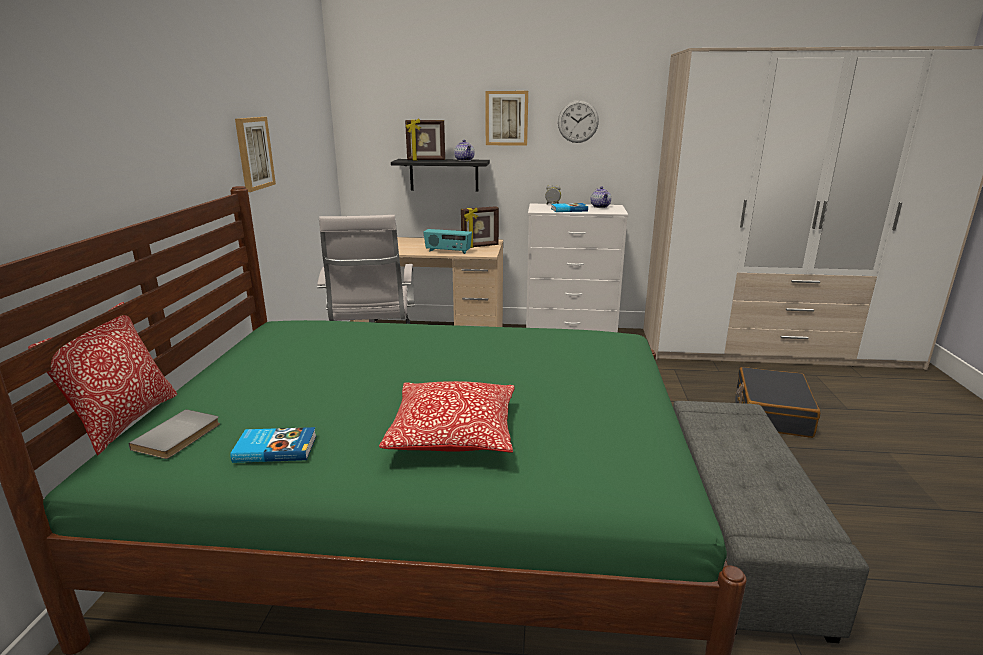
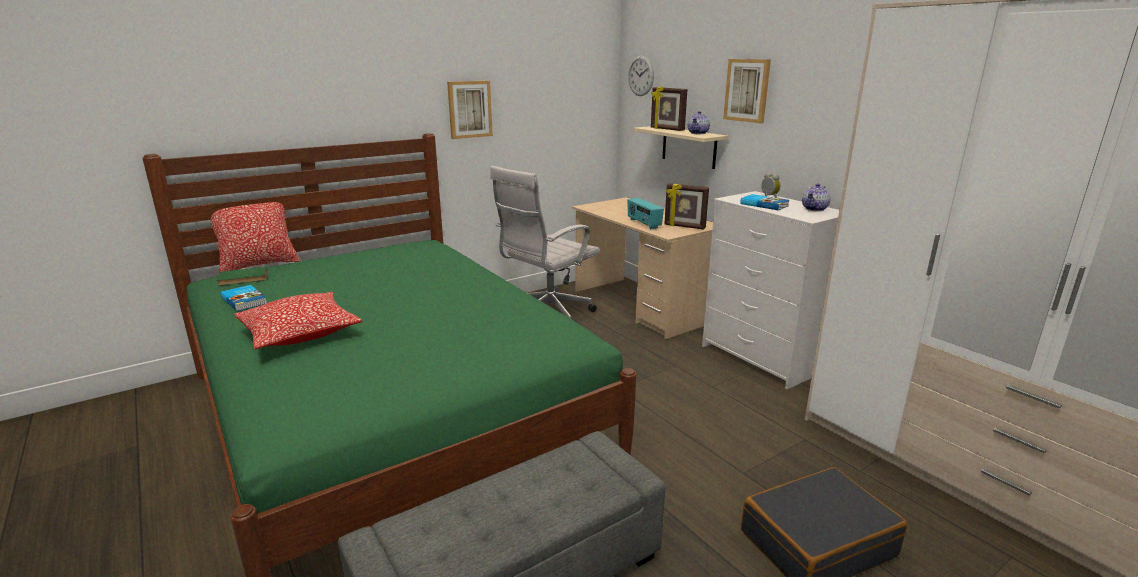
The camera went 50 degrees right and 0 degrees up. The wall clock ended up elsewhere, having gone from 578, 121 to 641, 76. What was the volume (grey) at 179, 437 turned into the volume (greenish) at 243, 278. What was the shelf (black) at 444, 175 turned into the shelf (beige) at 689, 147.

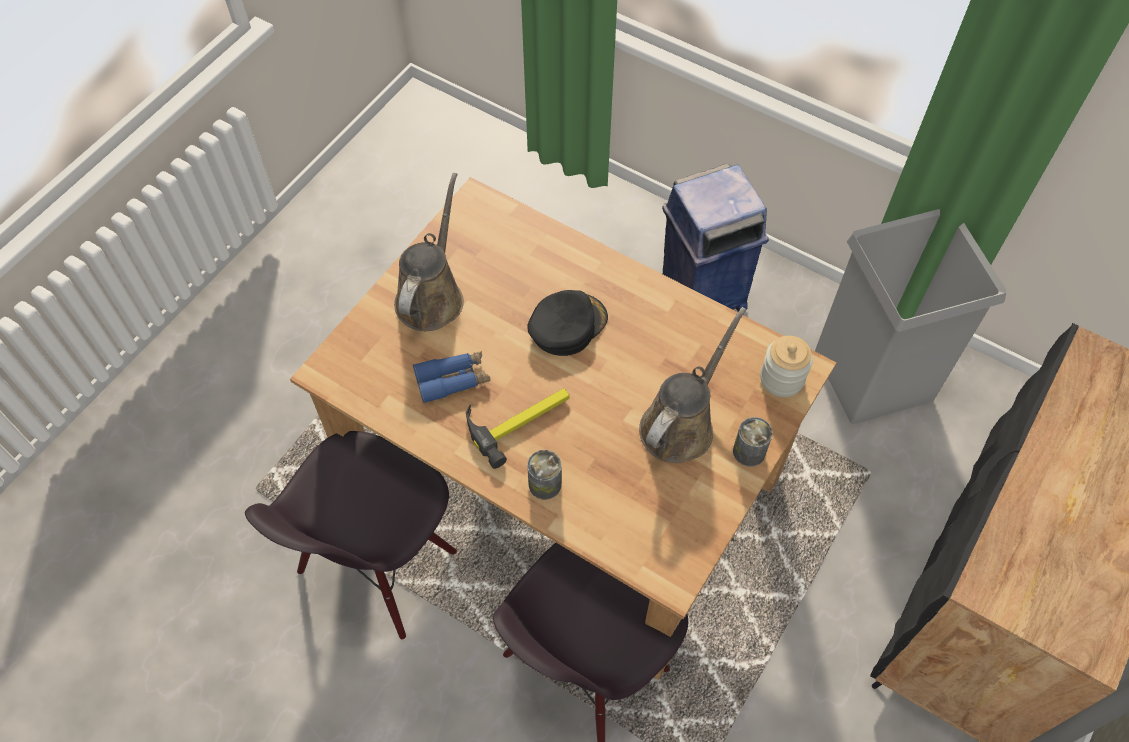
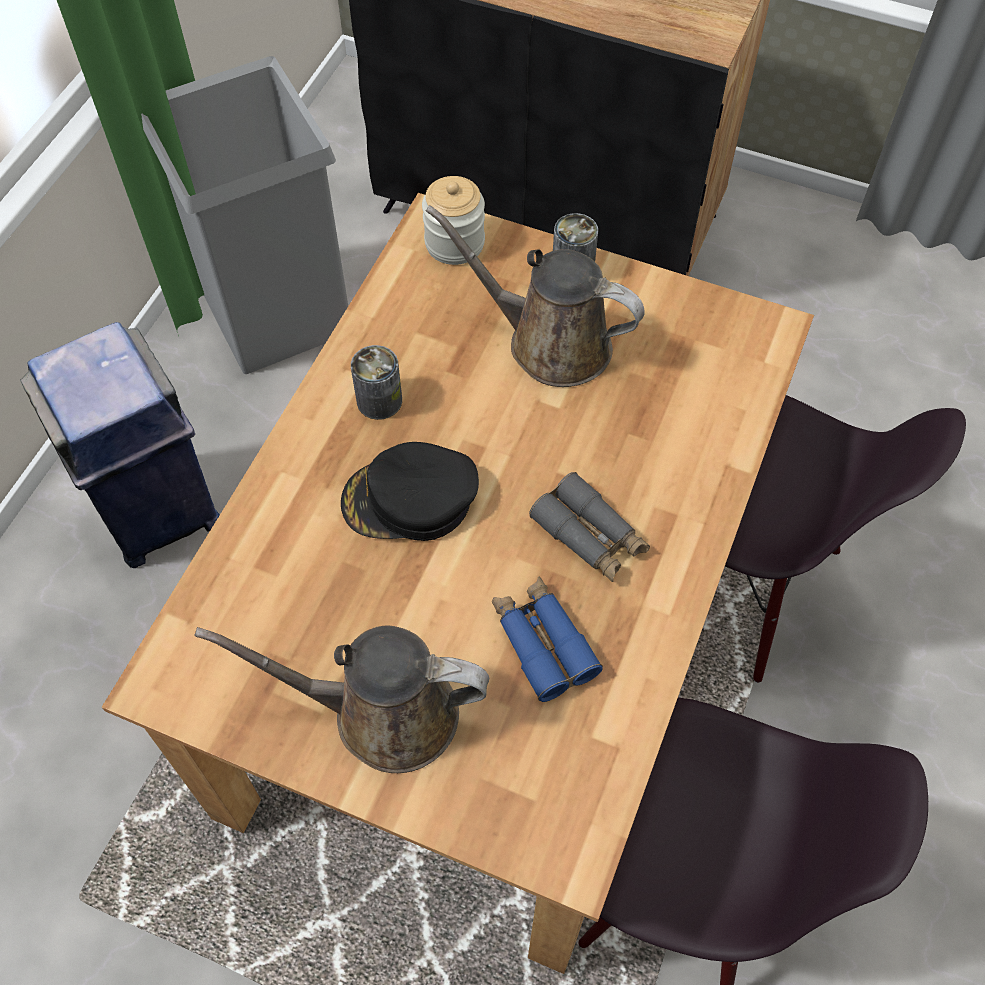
The camera went 100 degrees left and 0 degrees up. The sealed can ended up elsewhere, having gone from 545, 484 to 379, 400. Where the tool hammer stood at 519, 419, the field glasses (grey) came to stand at 589, 536. The peaked cap (black) at 567, 325 ended up facing another way, 45 degrees counterclockwise from before.

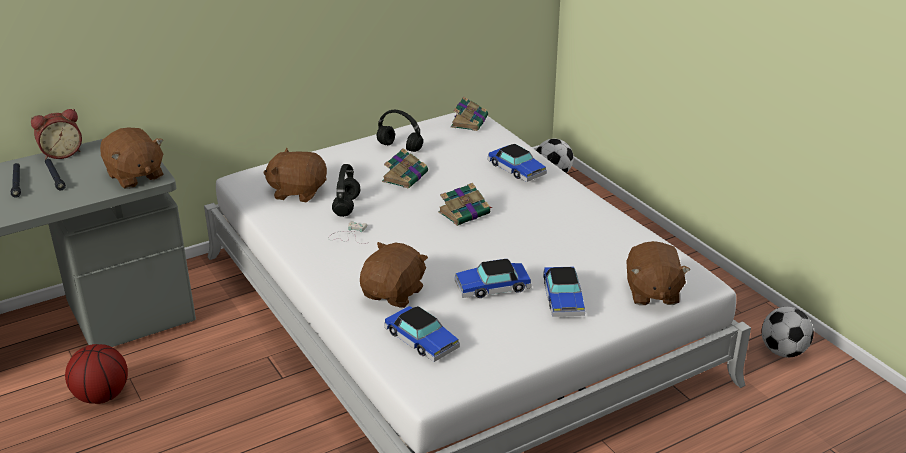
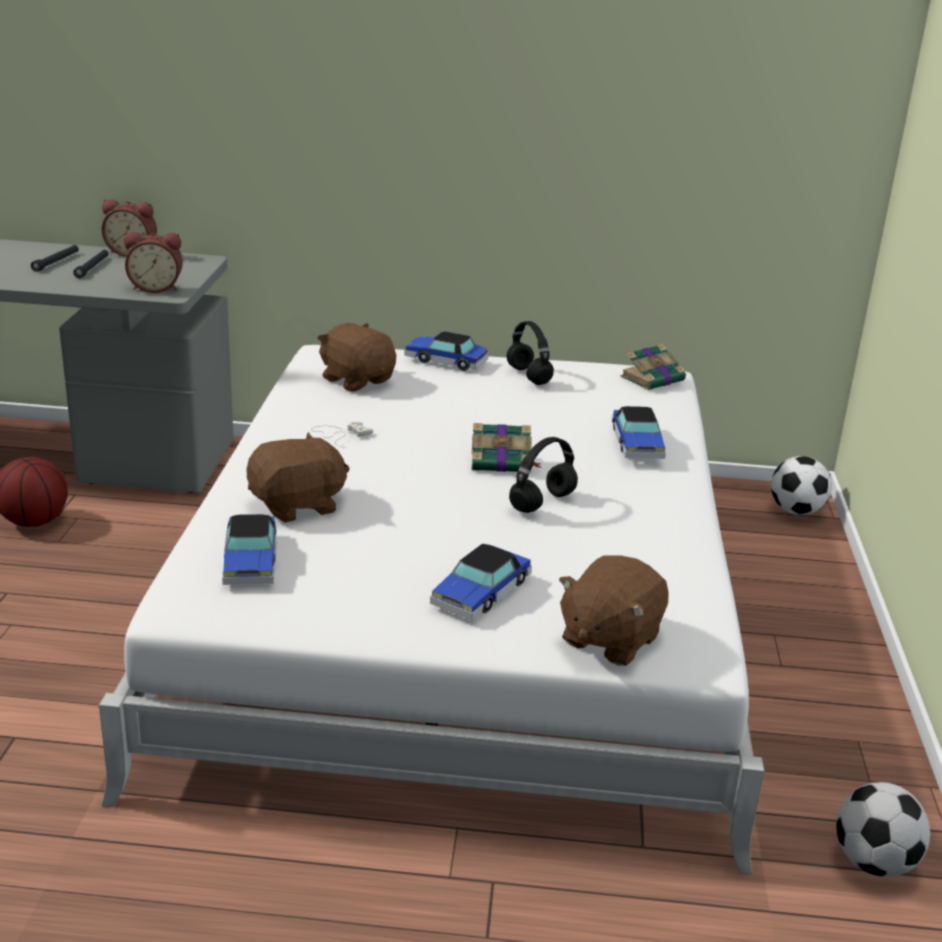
The camera went 35 degrees right and 5 degrees down. The second view lost the volume at 405, 176. The pair of headphones (black) ended up elsewhere, having gone from 347, 207 to 542, 503. The miniature car ended up elsewhere, having gone from 492, 287 to 446, 361. Where the plush toy (brown) stood at 135, 176, the table clock came to stand at 156, 288.

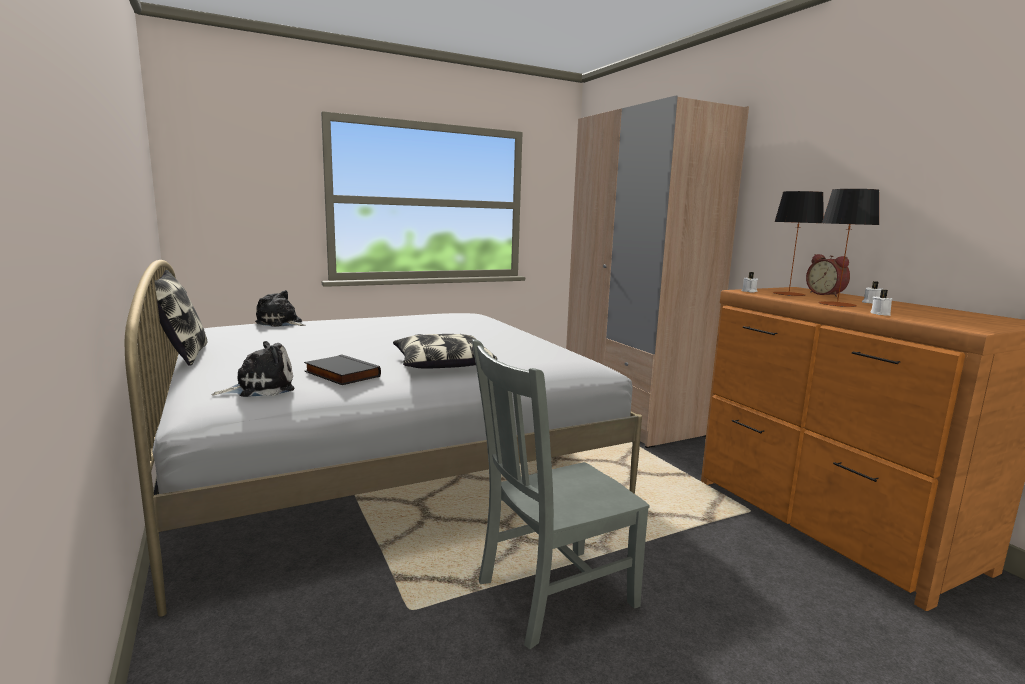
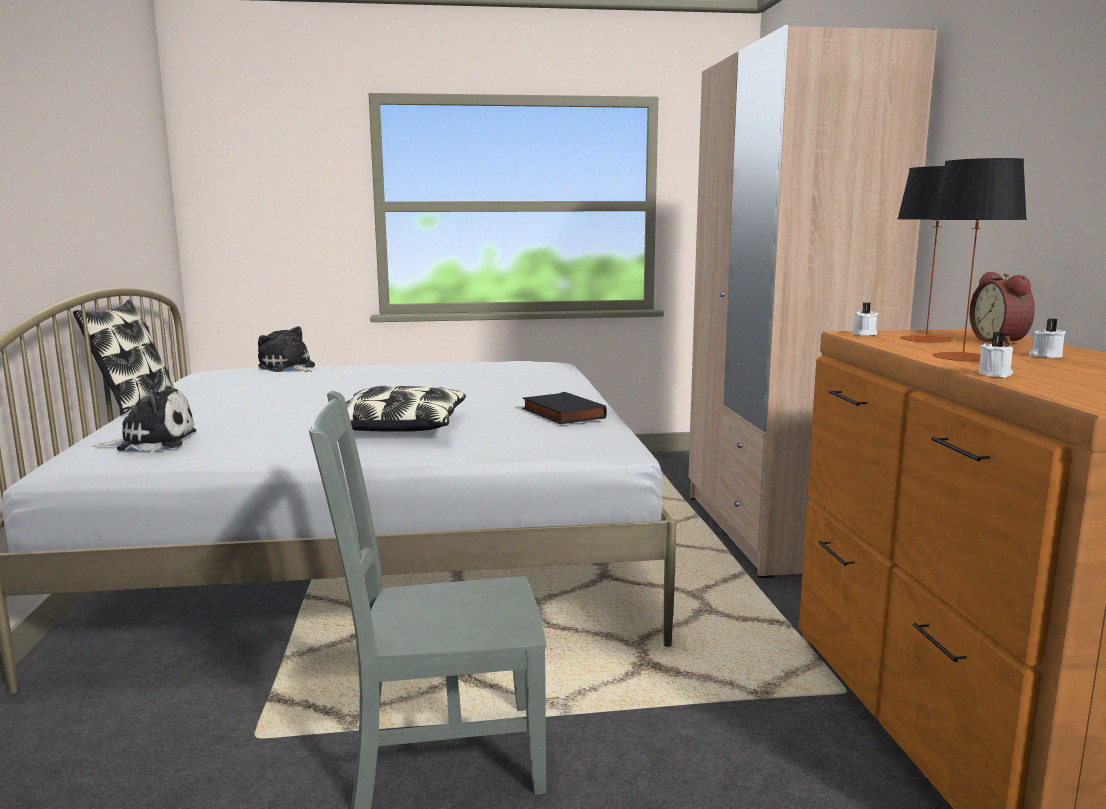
The camera went 20 degrees right and 0 degrees up. The volume (black) ended up elsewhere, having gone from 340, 374 to 561, 413.

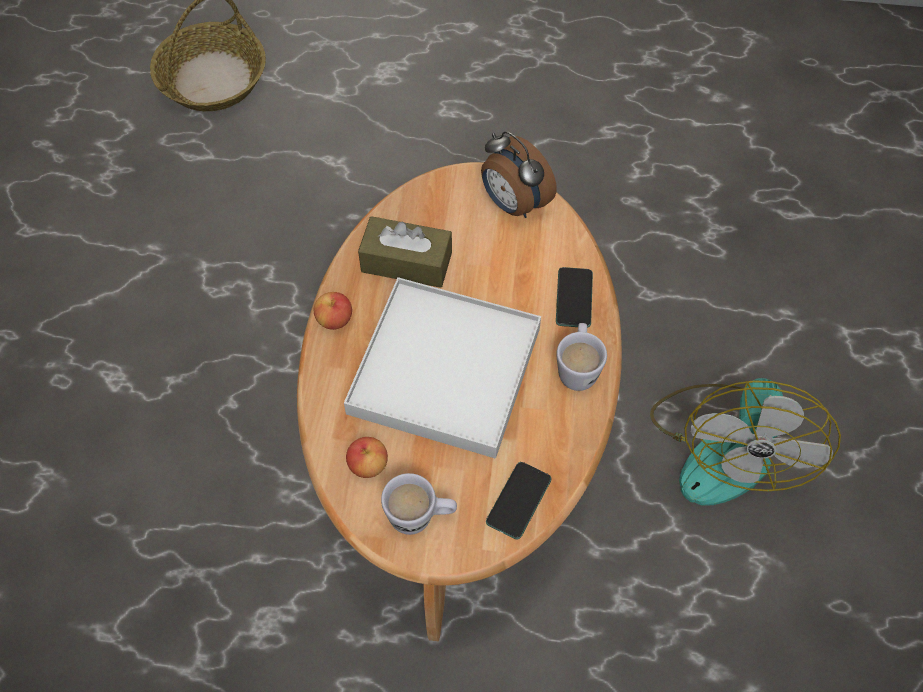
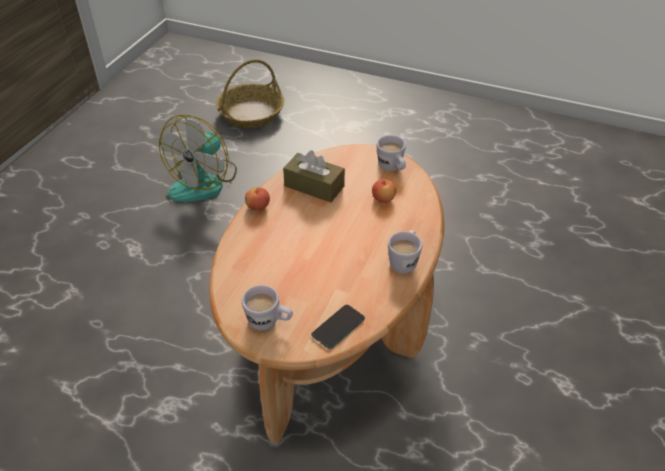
The camera went 15 degrees right and 15 degrees down. The second view lost the serving tray (white) at 445, 371. The second view lost the handset at 574, 298. The apple ended up elsewhere, having gone from 368, 465 to 383, 199. The electric fan ended up elsewhere, having gone from 726, 446 to 204, 181. Where the table clock stood at 513, 204, the mug (white) came to stand at 392, 169.

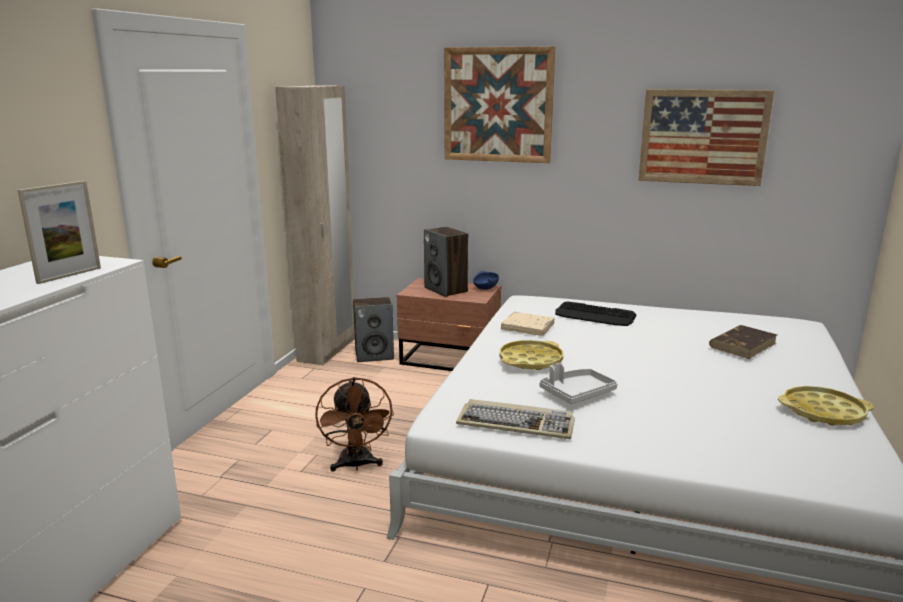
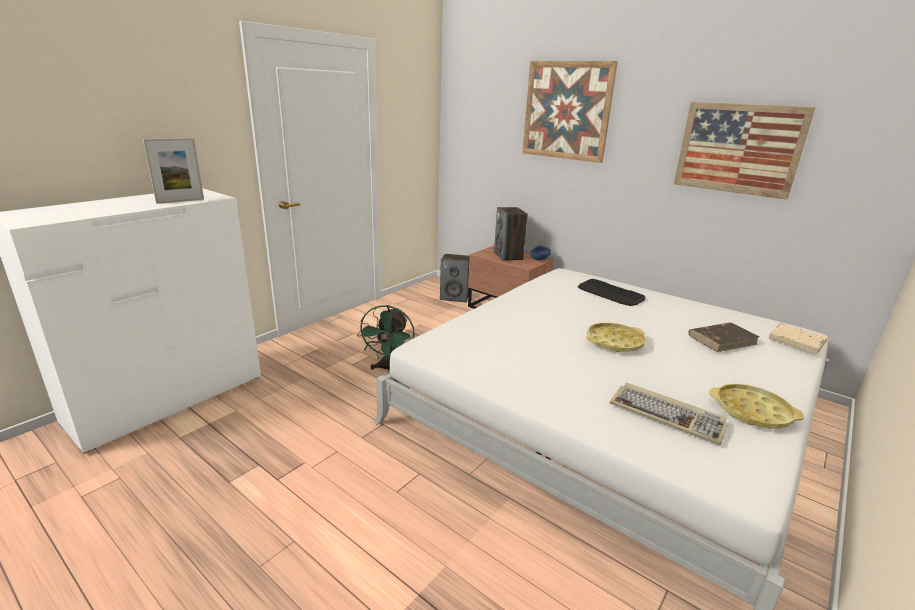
The camera went 20 degrees right and 5 degrees up. The second view lost the clothes cupboard (beige) at 328, 350. The second view lost the serving tray (grey) at 577, 393. The PC keyboard ended up elsewhere, having gone from 517, 423 to 667, 415. The serving tray (yellow) ended up elsewhere, having gone from 530, 361 to 614, 342. The volume (beige) ended up elsewhere, having gone from 527, 327 to 796, 341. What was the electric fan (brown) at 356, 465 turned into the electric fan (greenish) at 389, 369.

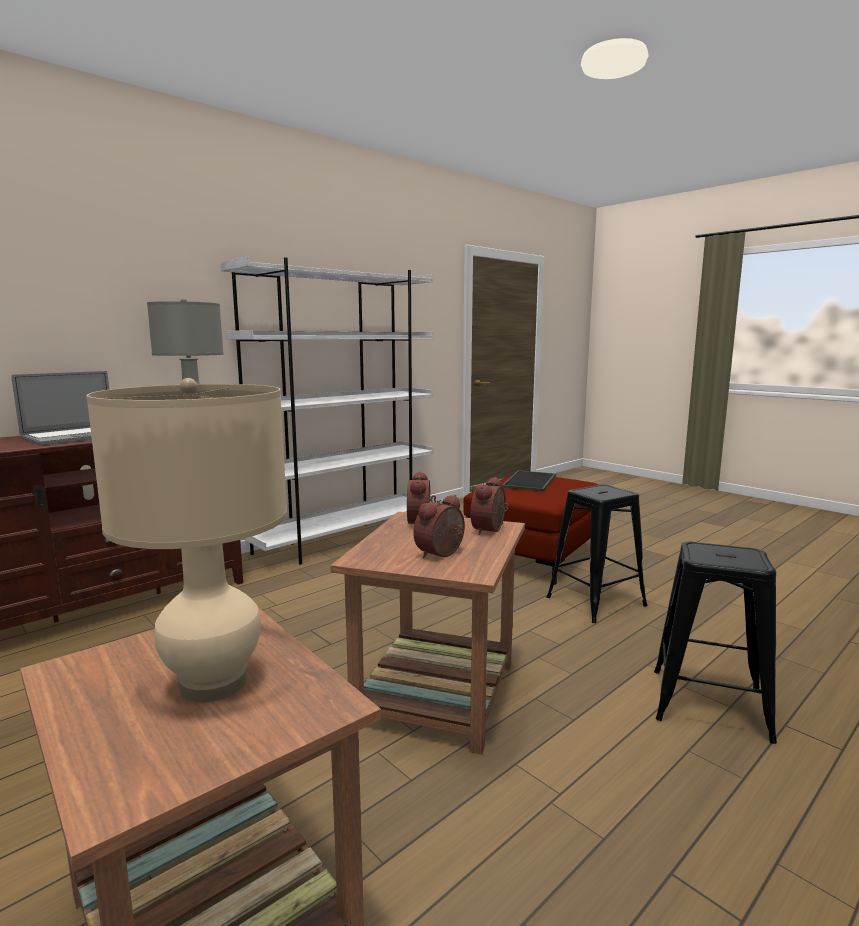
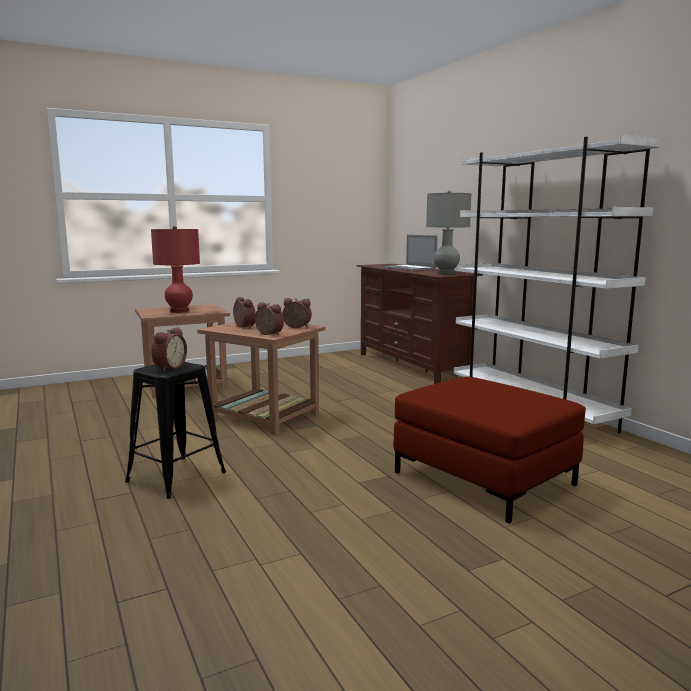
The camera went 105 degrees right and 0 degrees up. The second view lost the serving tray at 530, 481. The second view lost the stool (black) at 596, 601. The second view gained the table clock at 168, 367. What was the table lamp (beige) at 214, 683 turned into the table lamp (red-coloured) at 179, 311.

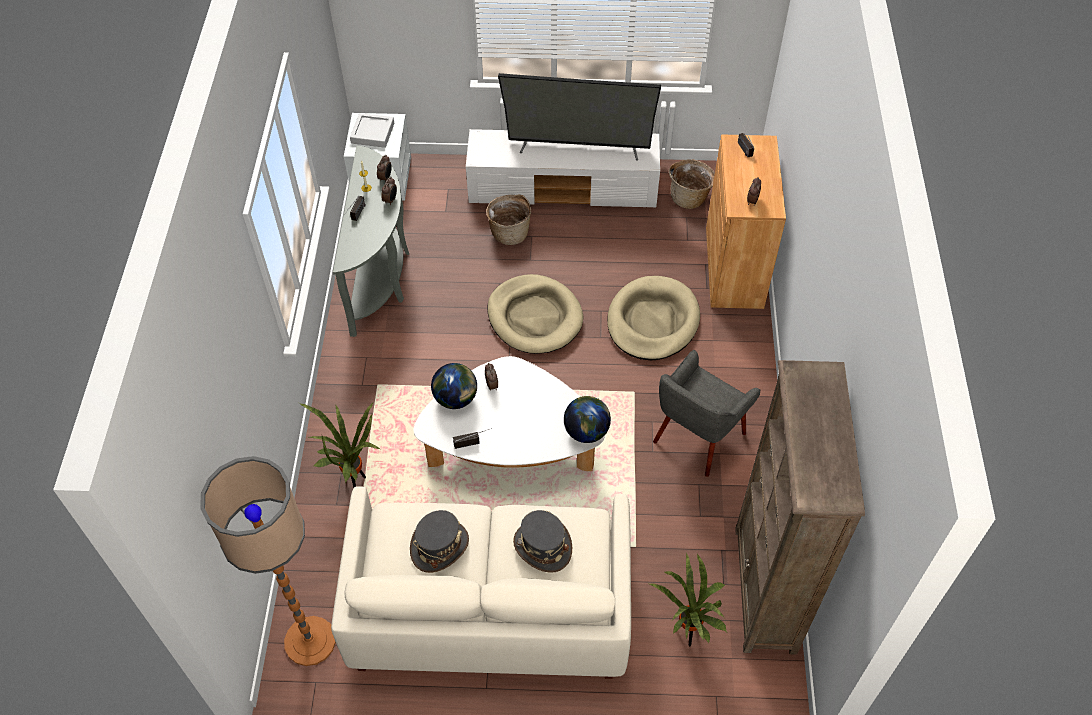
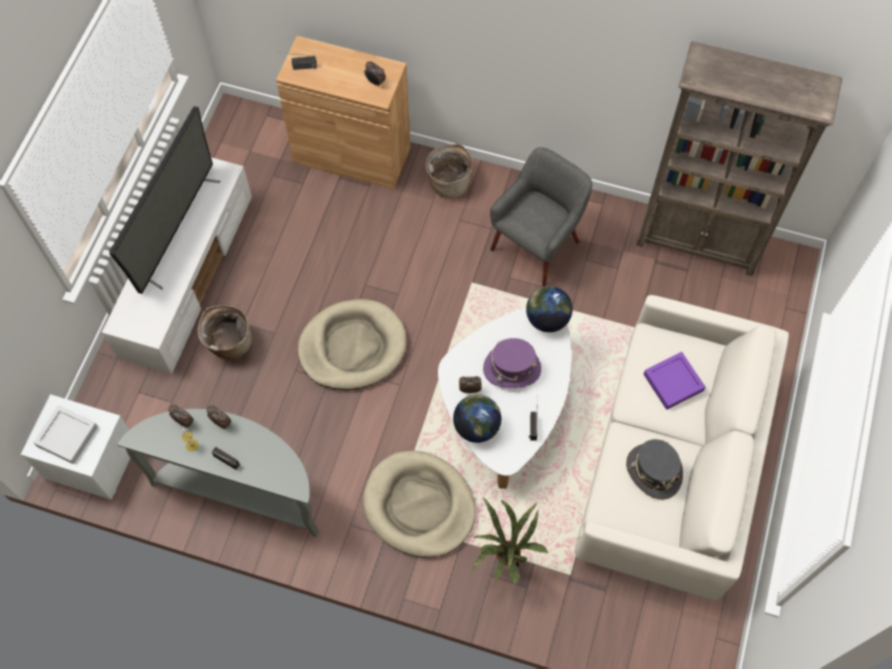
The camera went 75 degrees left and 10 degrees up. The second view lost the standing lamp at 310, 641. The second view lost the houseplant at 686, 635. The second view gained the hat (purplish) at 512, 369. The dog cushion (beige) ended up elsewhere, having gone from 652, 321 to 419, 506. The household basket ended up elsewhere, having gone from 690, 197 to 449, 182. Where the hat (grey) stood at 542, 546, the serving tray (purplish) came to stand at 673, 382. The armchair (grey) at 697, 437 ended up facing another way, 105 degrees counterclockwise from before.

